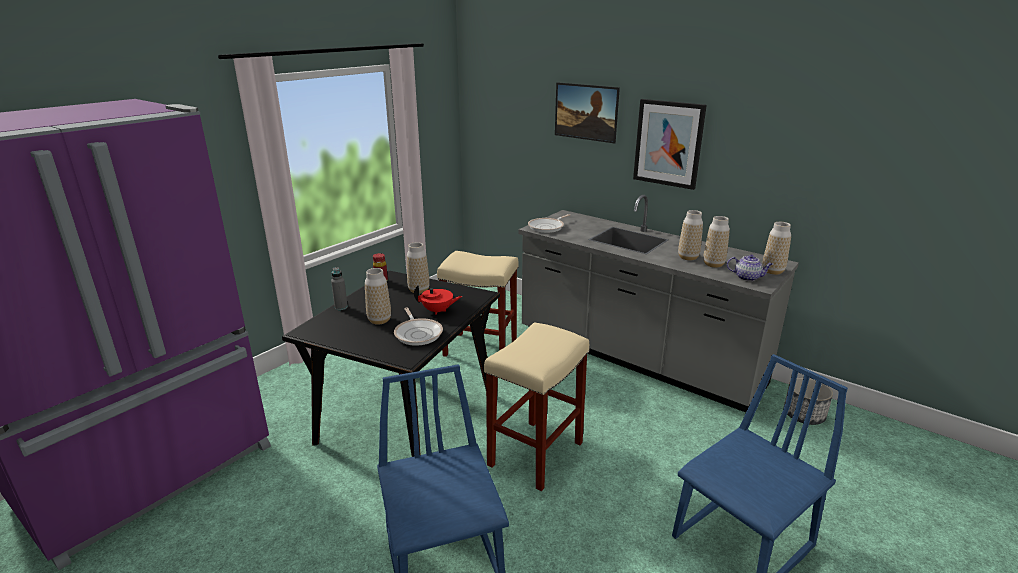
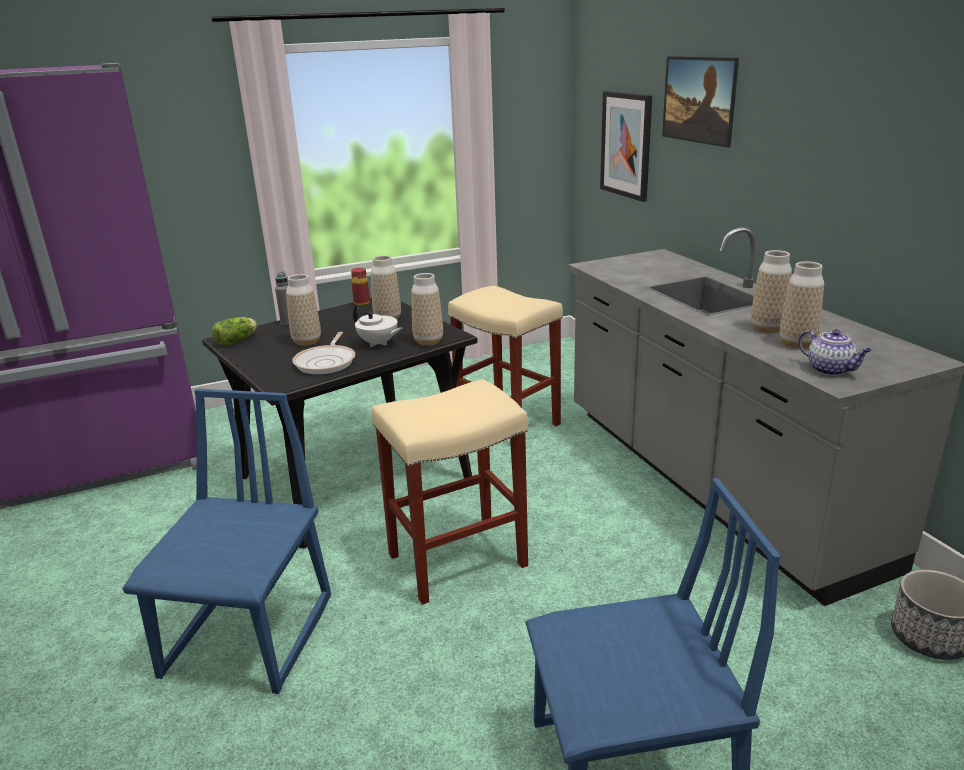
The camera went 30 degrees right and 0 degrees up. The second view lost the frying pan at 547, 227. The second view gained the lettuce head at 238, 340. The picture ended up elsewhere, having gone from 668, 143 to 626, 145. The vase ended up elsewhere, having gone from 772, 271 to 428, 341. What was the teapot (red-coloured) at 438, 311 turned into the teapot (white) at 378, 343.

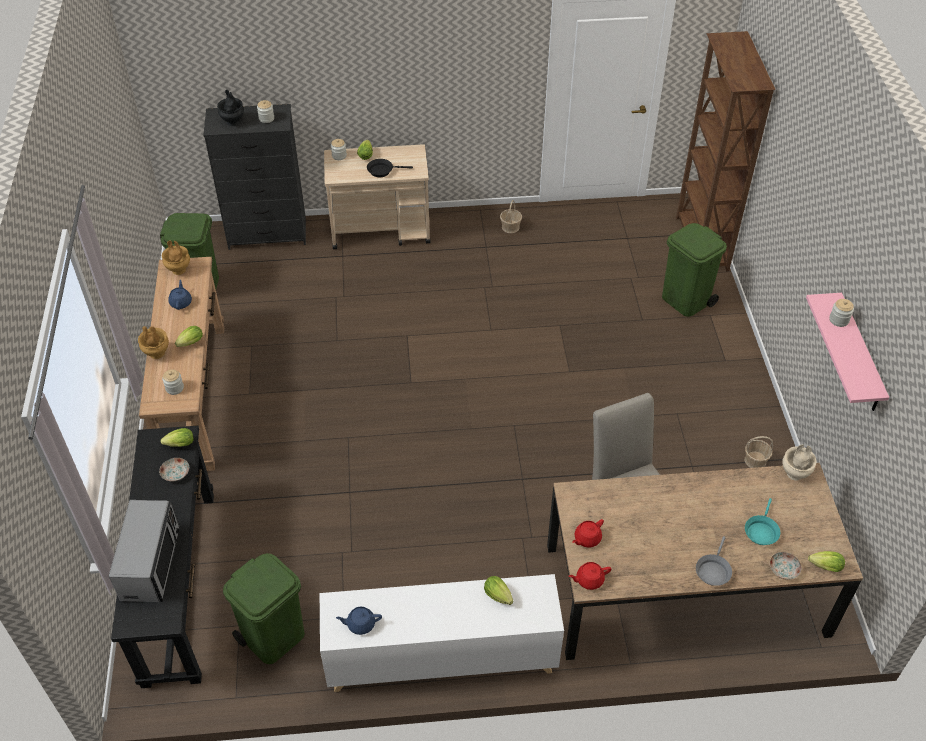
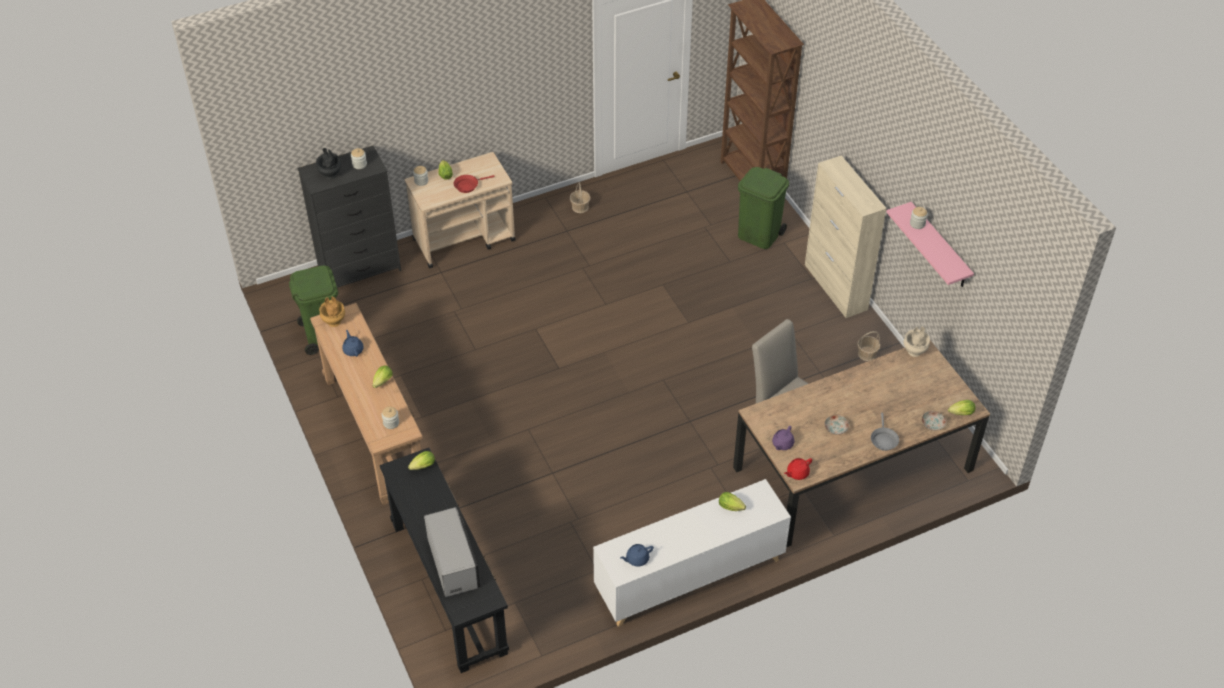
The camera went 20 degrees left and 0 degrees up. The second view lost the vase (brown) at 156, 353. The second view lost the waste bin (greenish) at 274, 636. The second view lost the frying pan (turquoise) at 761, 531. The second view gained the cabinet (beige) at 836, 287. The flat dish ended up elsewhere, having gone from 175, 474 to 836, 428. What was the frying pan (black) at 382, 171 turned into the frying pan (red-coloured) at 468, 185. What was the teapot (red-coloured) at 587, 538 turned into the teapot (purplish) at 782, 444.

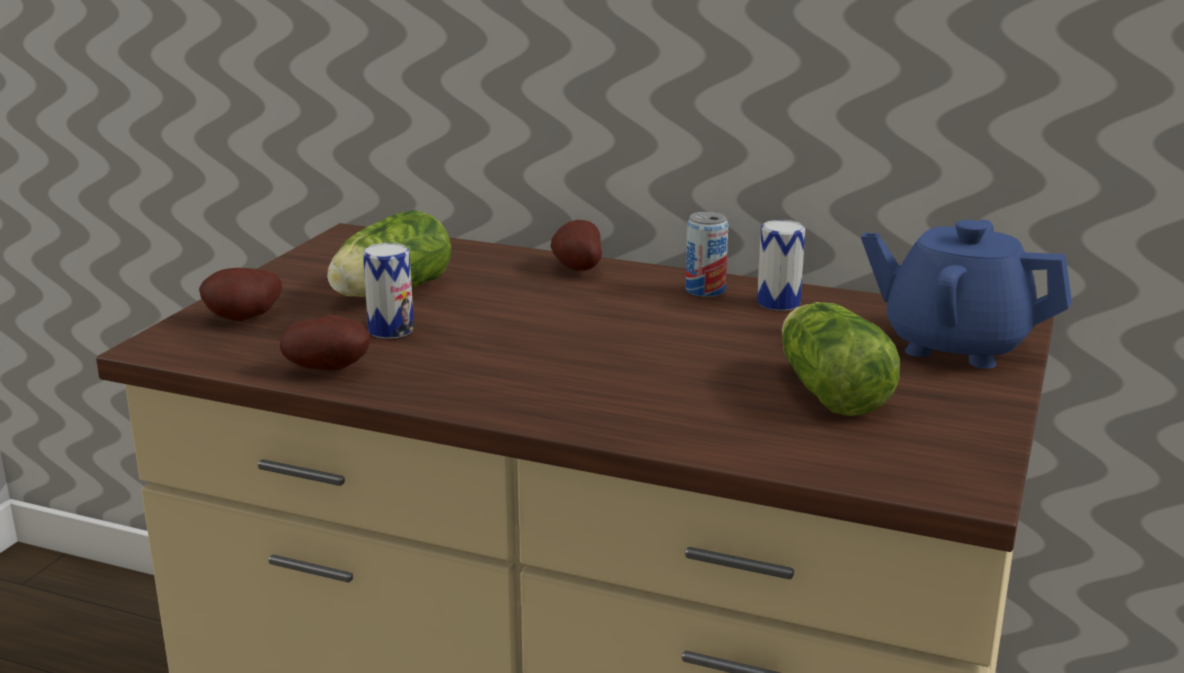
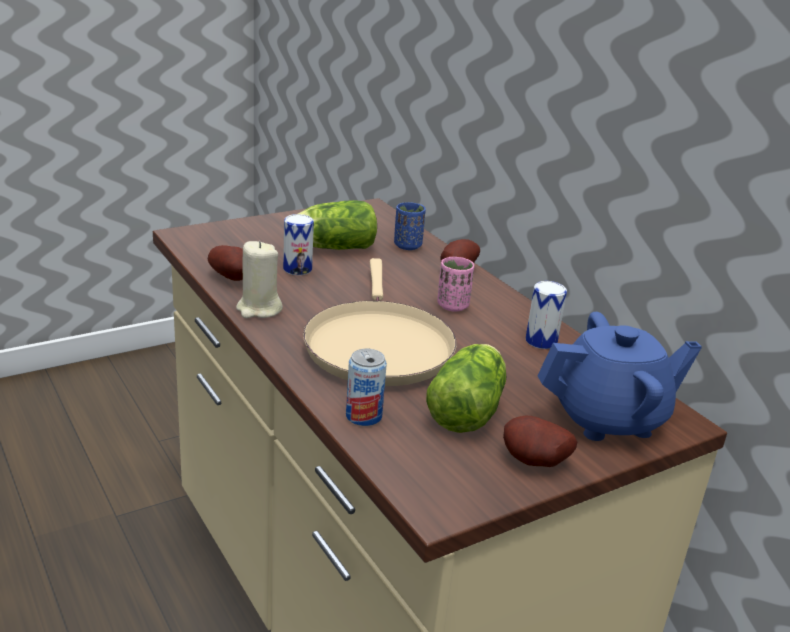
The camera went 35 degrees right and 5 degrees up. The second view gained the candle (beige) at 259, 309. The second view gained the frying pan (beige) at 377, 345. The second view gained the small cup (blue) at 407, 246. The second view gained the small cup (pink) at 452, 305. The whole potato ended up elsewhere, having gone from 244, 319 to 534, 463. The sealed can ended up elsewhere, having gone from 705, 290 to 363, 416. The teapot (blue) at 955, 345 ended up facing another way, 105 degrees clockwise from before.

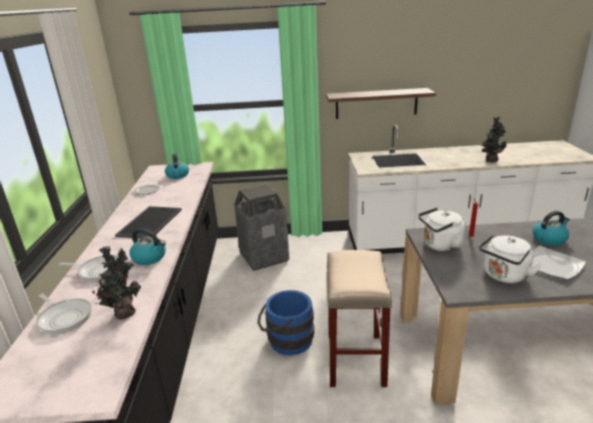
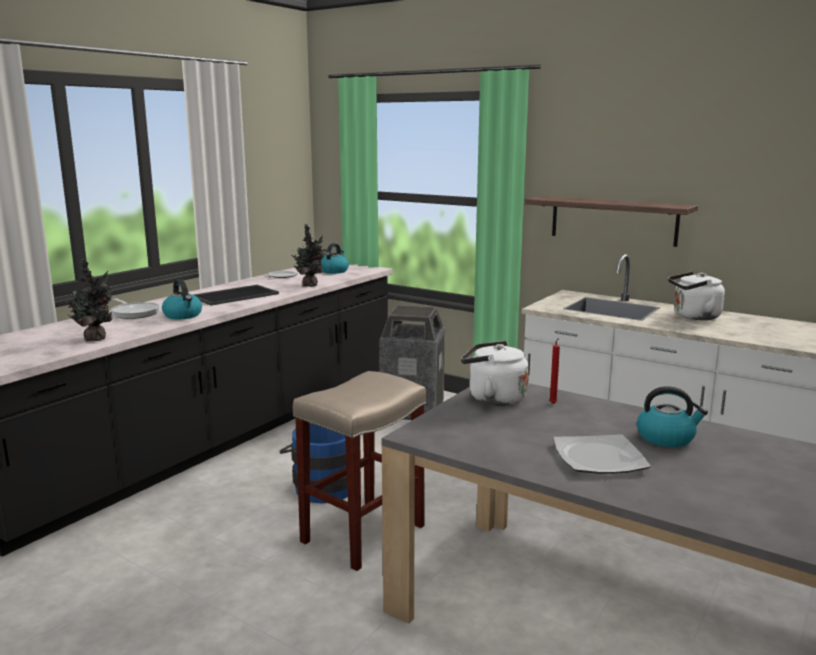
The camera went 35 degrees right and 10 degrees down. The second view lost the frying pan at 64, 317. The water kettle (white) ended up elsewhere, having gone from 504, 276 to 693, 317. The houseplant ended up elsewhere, having gone from 490, 160 to 310, 285.

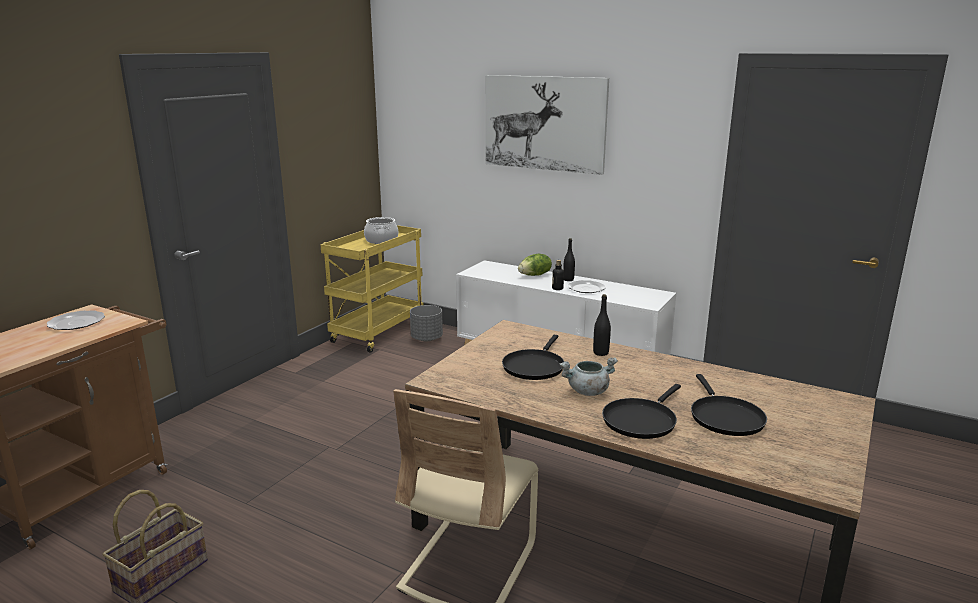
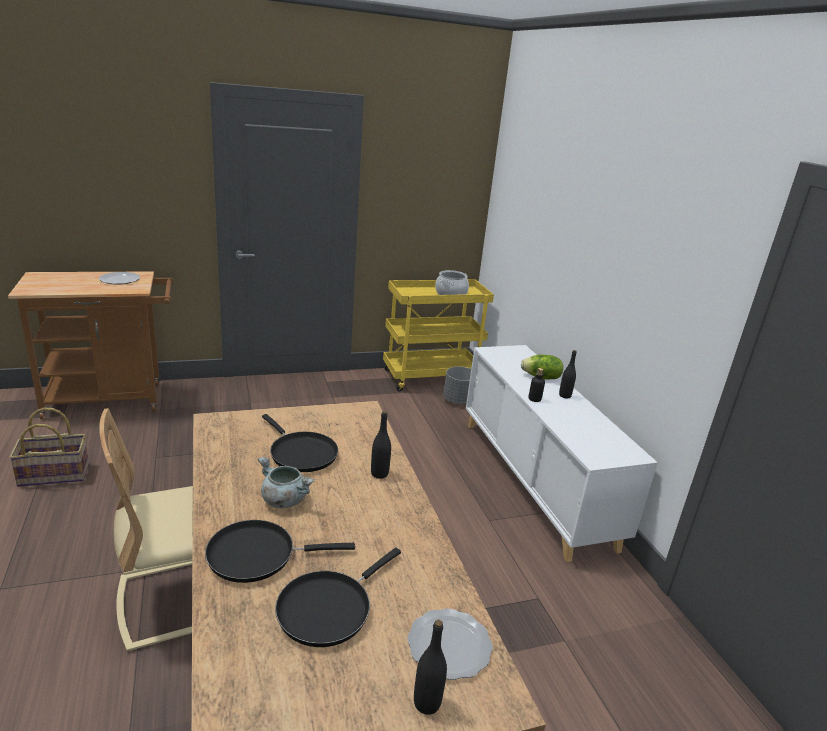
The camera went 40 degrees right and 5 degrees up. The second view lost the picture at 544, 123. The second view gained the bottle (black) at 427, 703. The flat dish ended up elsewhere, having gone from 586, 288 to 449, 647. The frying pan (black) at 534, 366 ended up facing another way, 105 degrees counterclockwise from before.

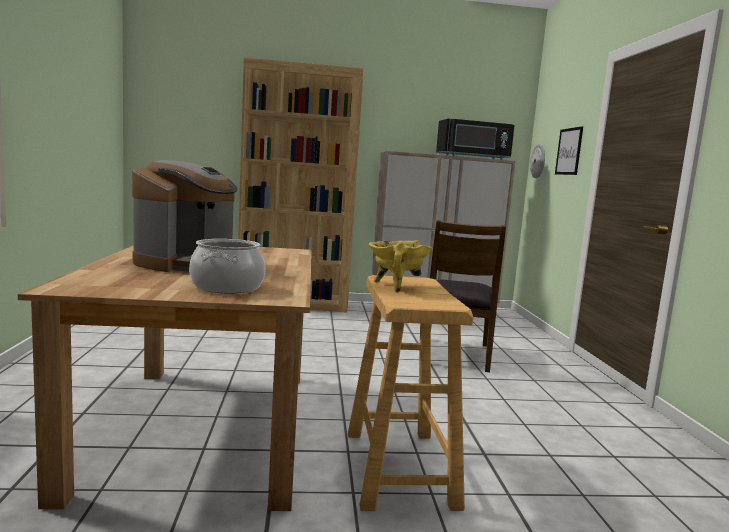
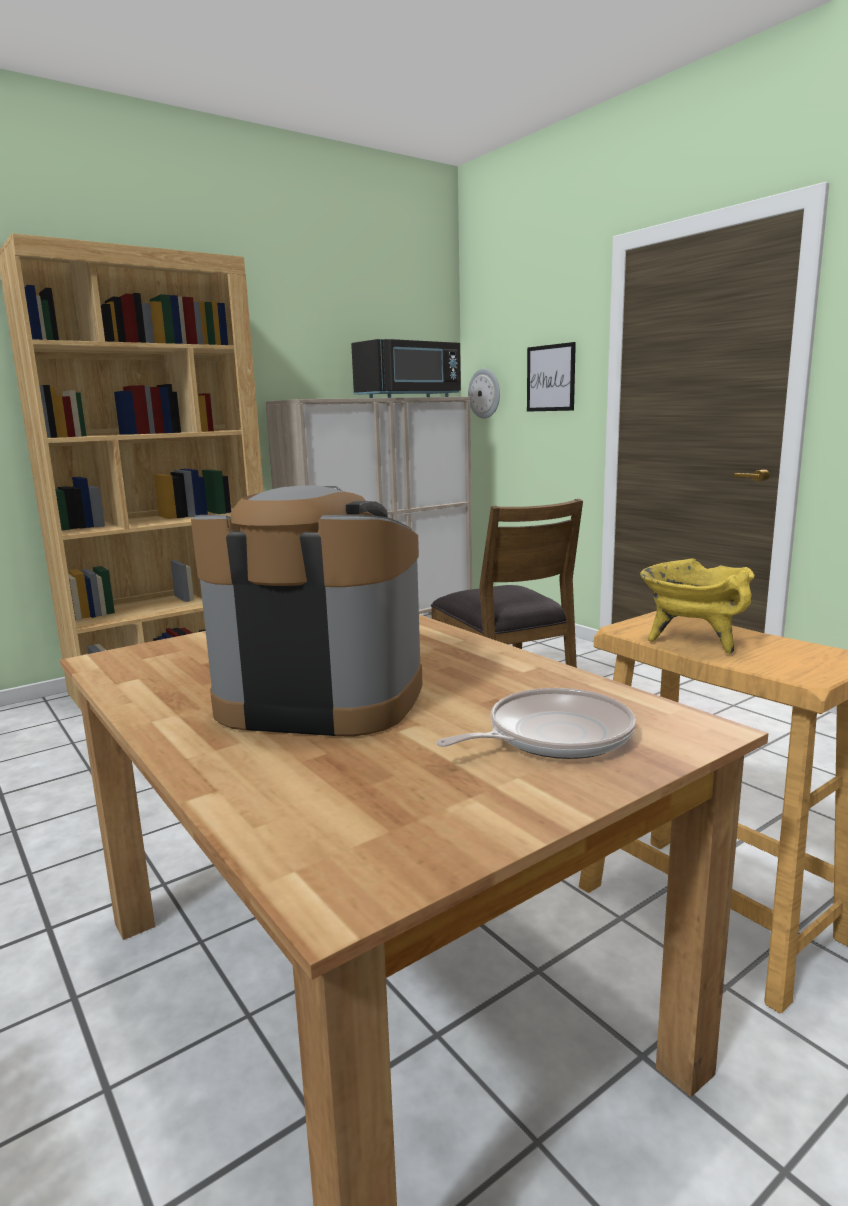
The camera went 30 degrees left and 5 degrees up. Where the cooking pot stood at 226, 287, the frying pan came to stand at 552, 736. The coffee maker at 186, 264 ended up facing another way, 75 degrees counterclockwise from before.

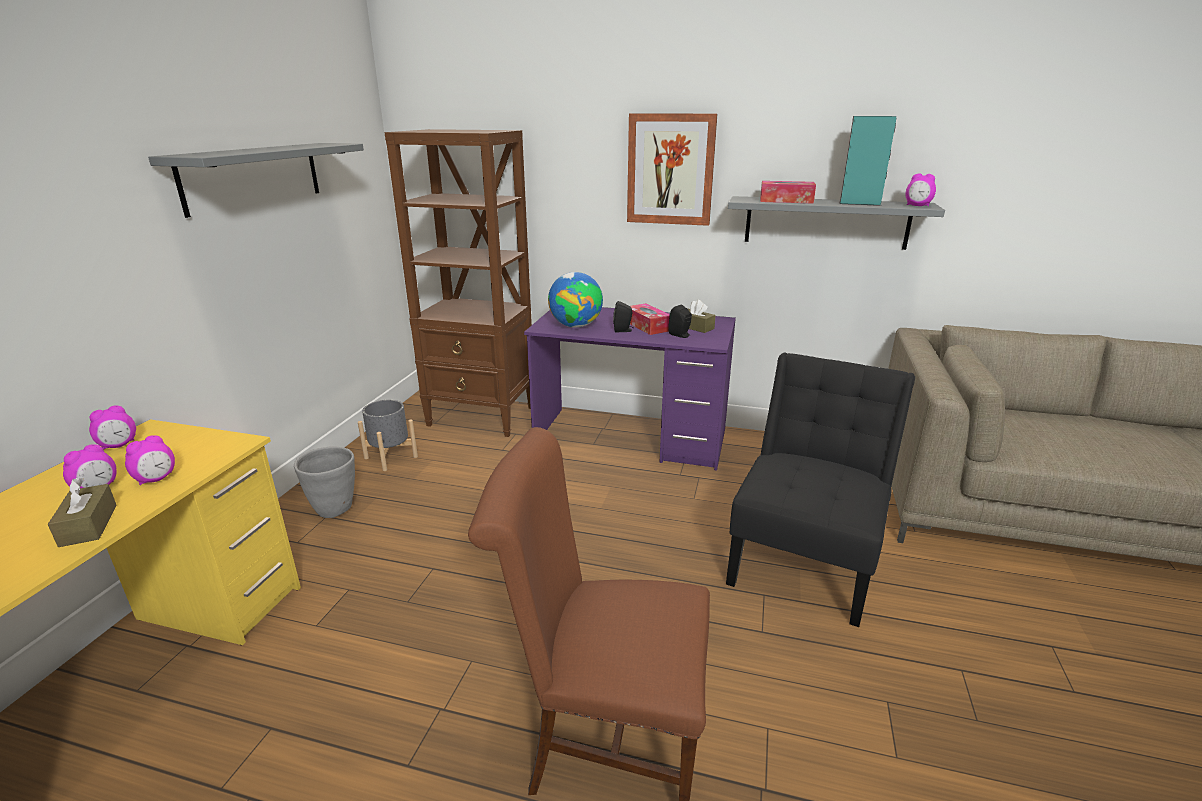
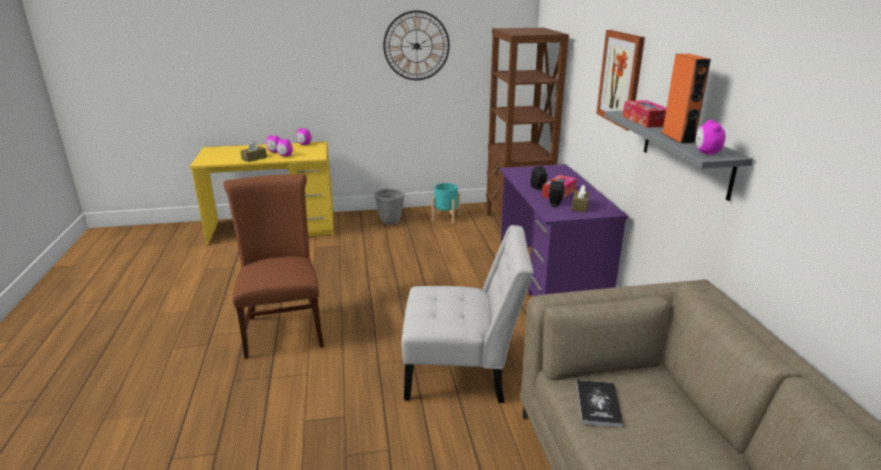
The camera went 65 degrees right and 0 degrees up. The second view lost the globe at 576, 326. The second view gained the volume at 598, 404. Where the shelf (grey) hung at 253, 176, the wall clock came to hang at 416, 46. What was the planter (grey) at 390, 457 turned into the planter (turquoise) at 445, 217. What was the chair (black) at 805, 559 turned into the chair (white) at 462, 372. What was the speaker (turquoise) at 859, 203 turned into the speaker (orangey) at 677, 138.

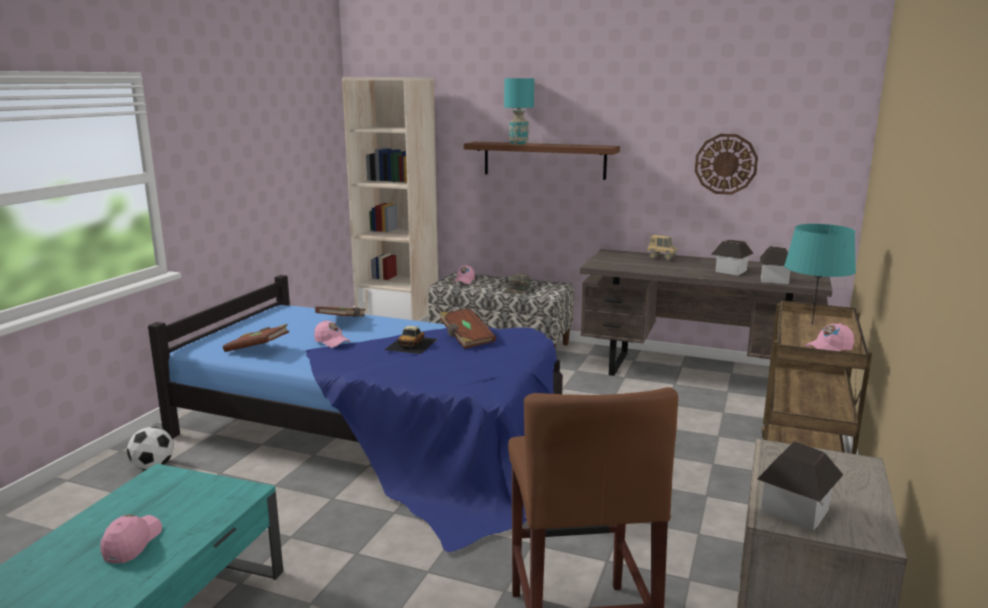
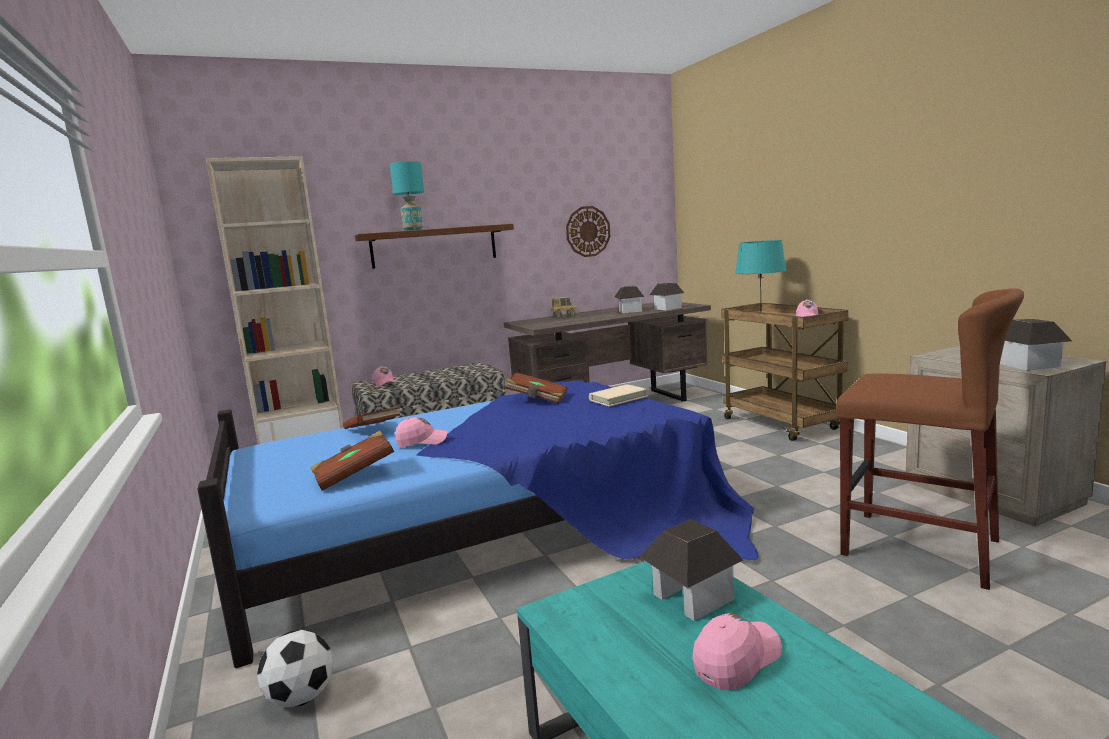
The camera went 45 degrees left and 5 degrees down. The second view lost the miniature car at 412, 344. The second view lost the peaked cap (greenish) at 517, 289. The second view gained the volume (beige) at 618, 398. The second view gained the model house at 692, 597. The peaked cap (pink) at 132, 543 ended up facing another way, 90 degrees clockwise from before.

